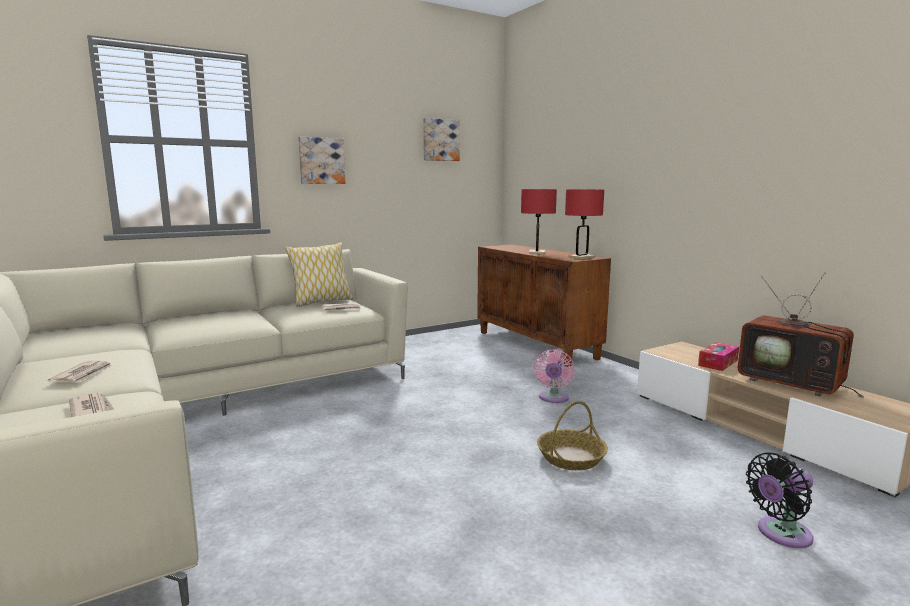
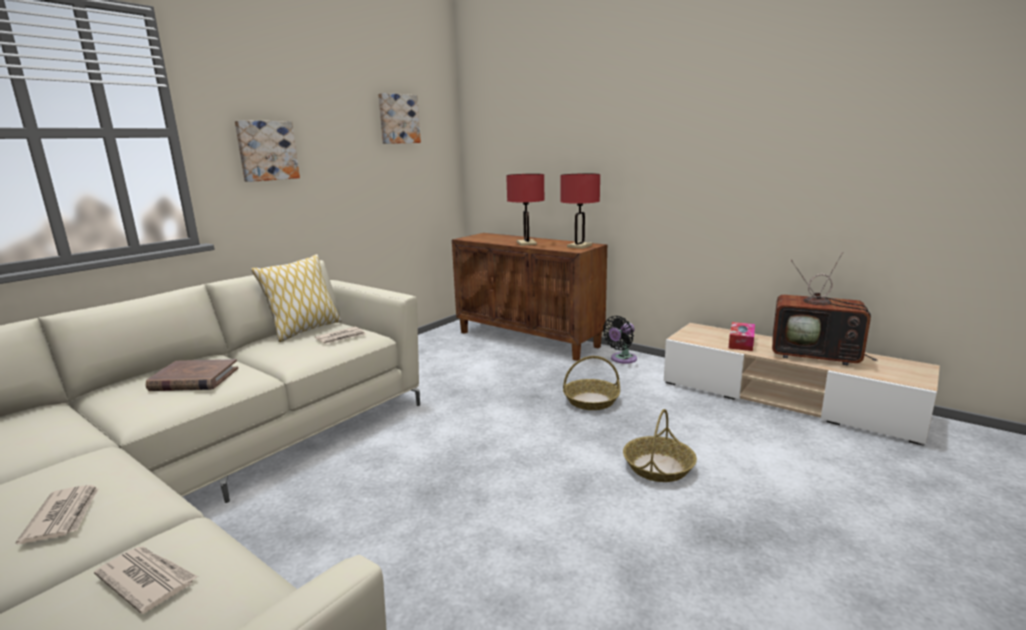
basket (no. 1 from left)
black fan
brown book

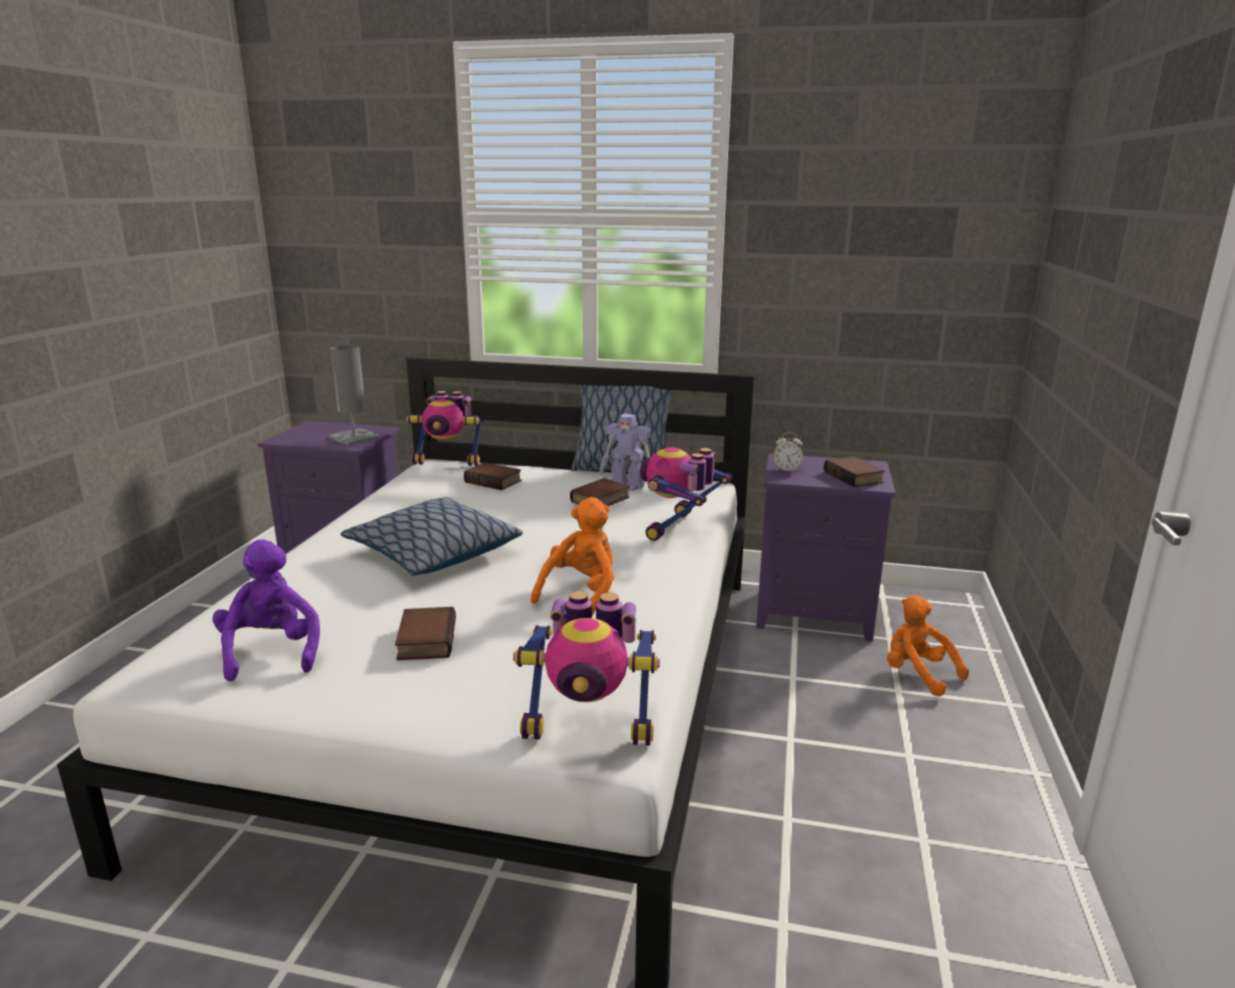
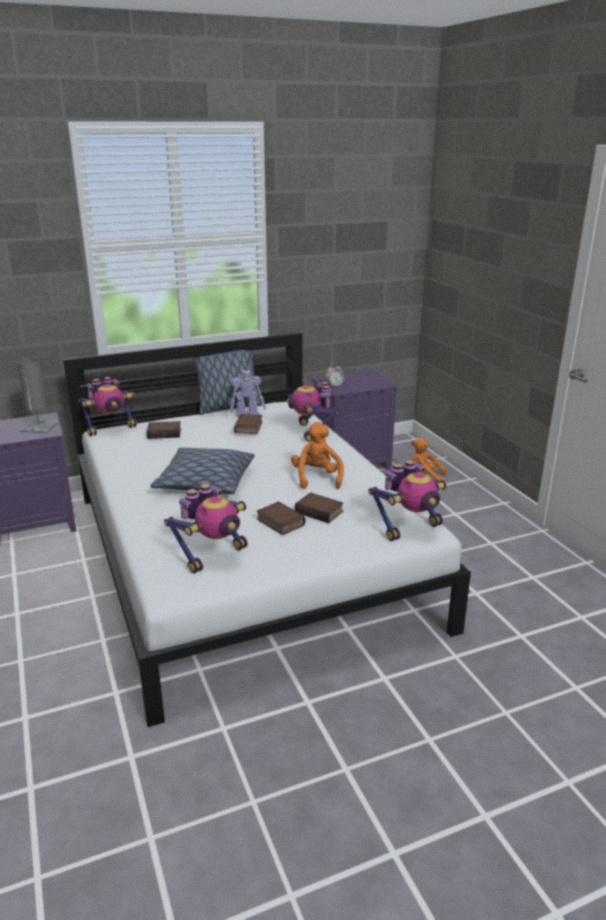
toy robot (no. 2 from left)
book (no. 4 from left)

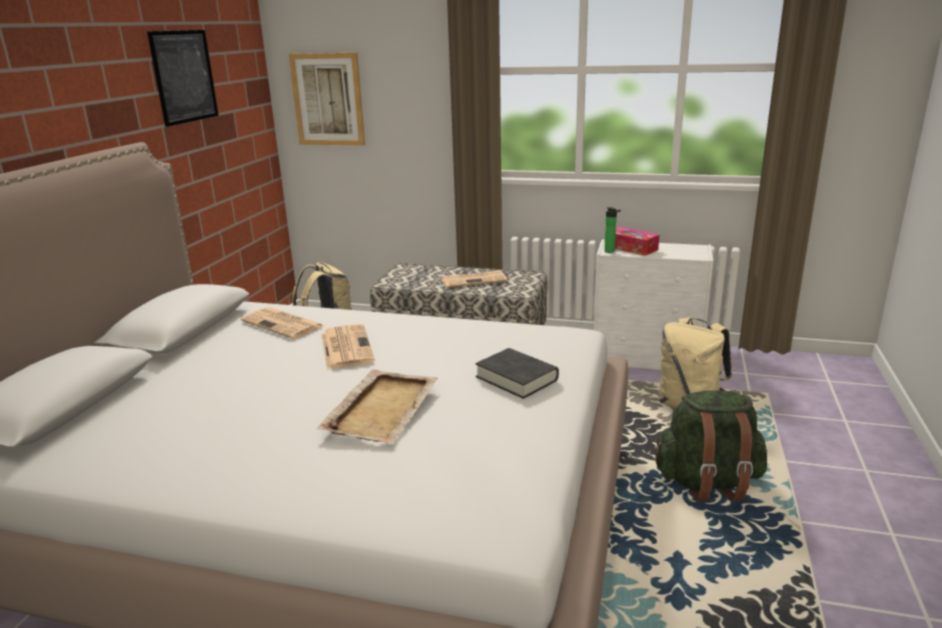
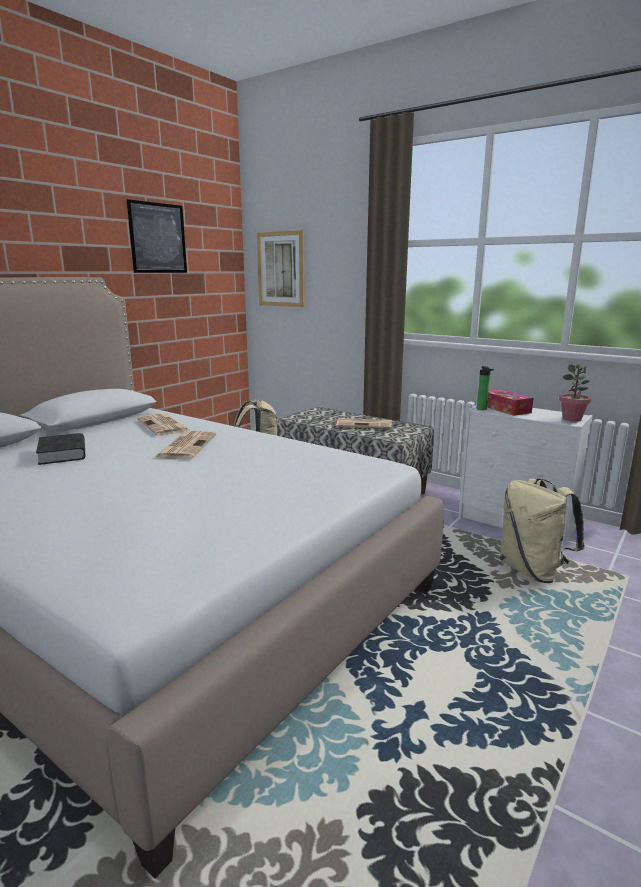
beige tray
black book
green backpack
potted plant

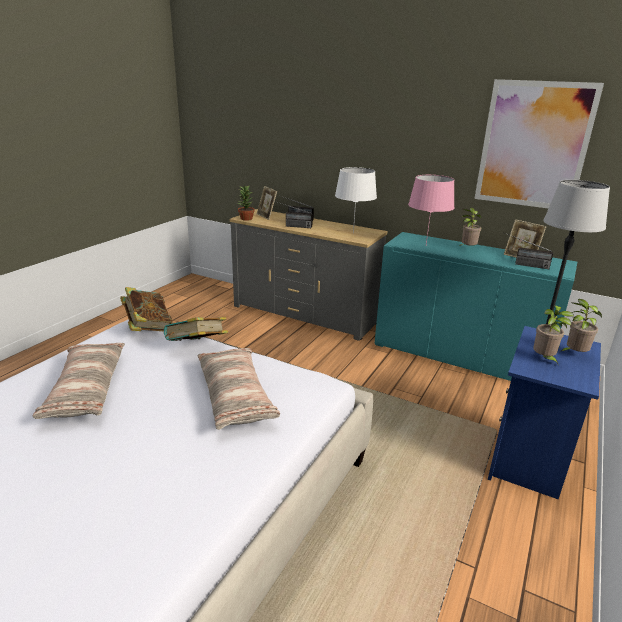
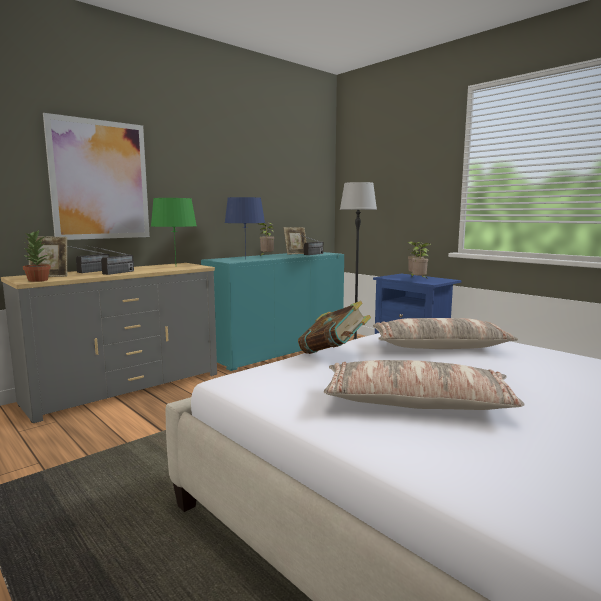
book (no. 1 from left in the first image)
green table lamp
blue table lamp
picture

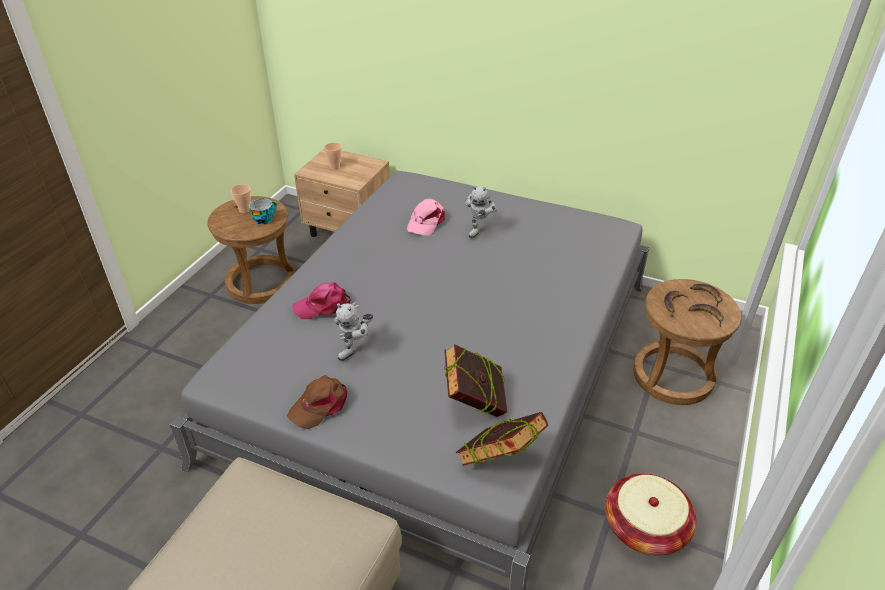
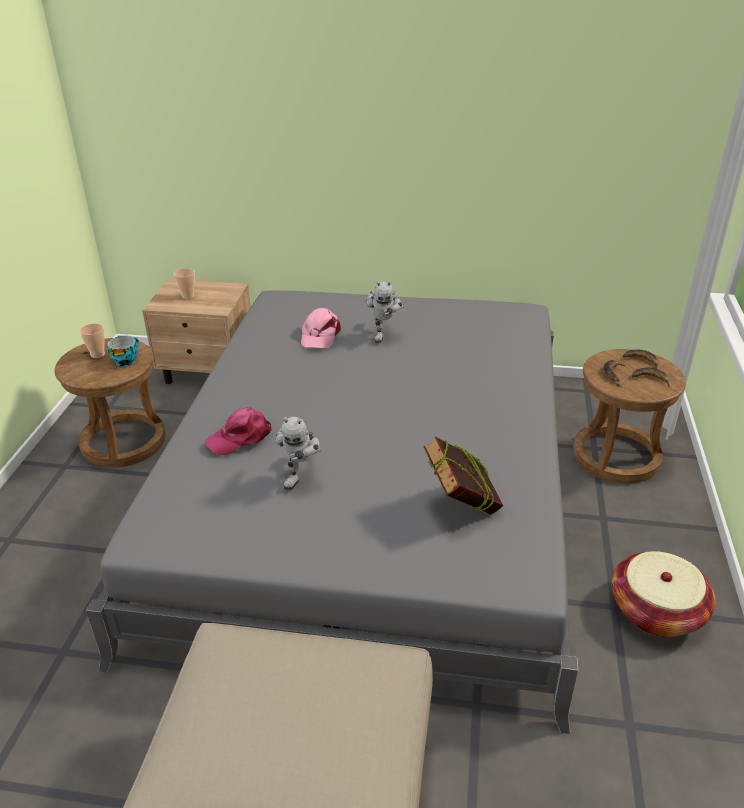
brown cap
book (no. 2 from left in the first image)

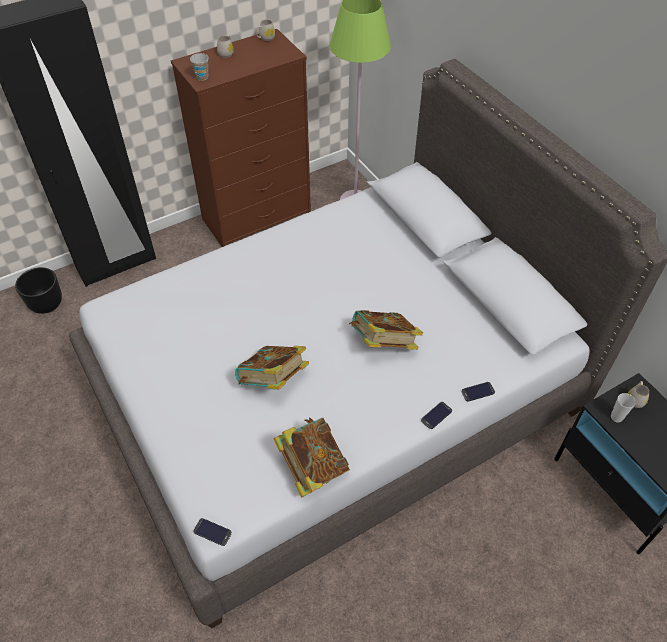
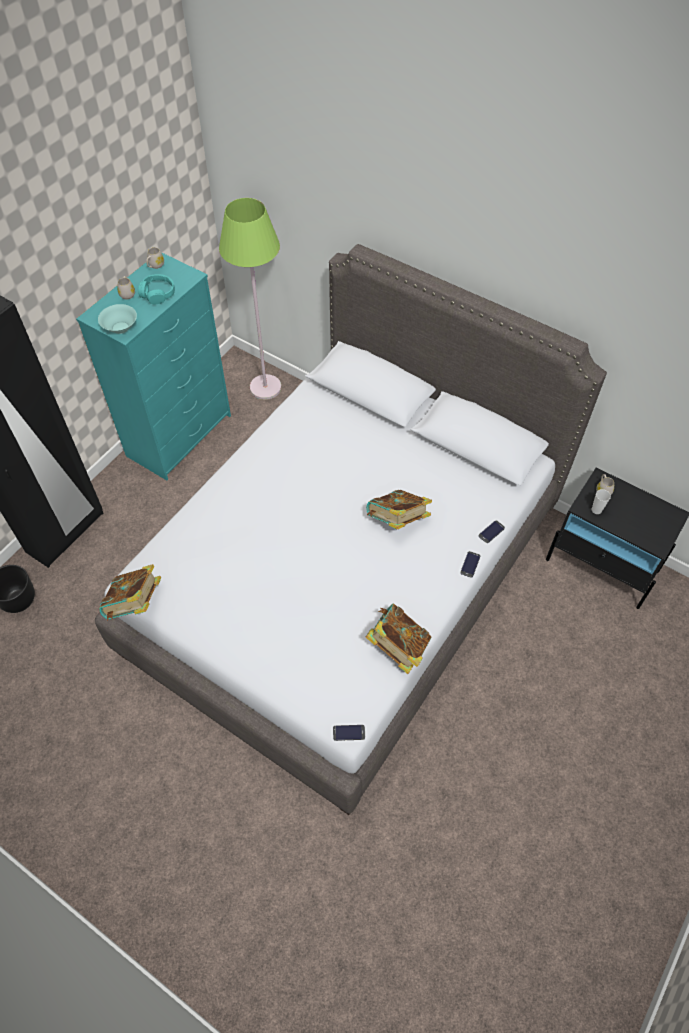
turquoise dresser
turquoise bowl
book (no. 1 from left)
turquoise headphones

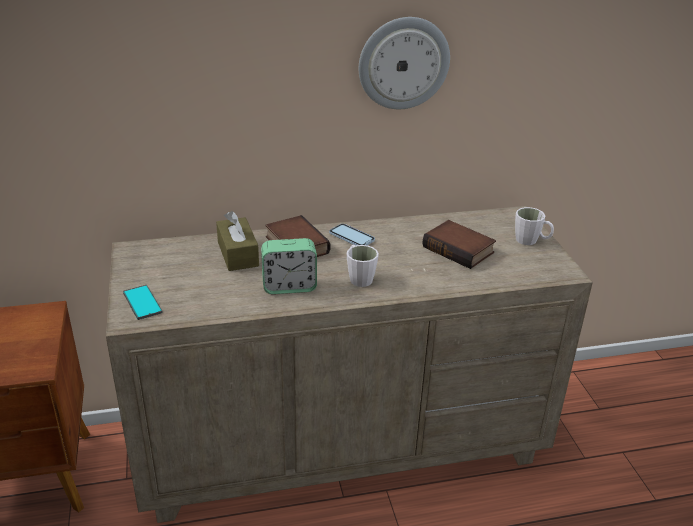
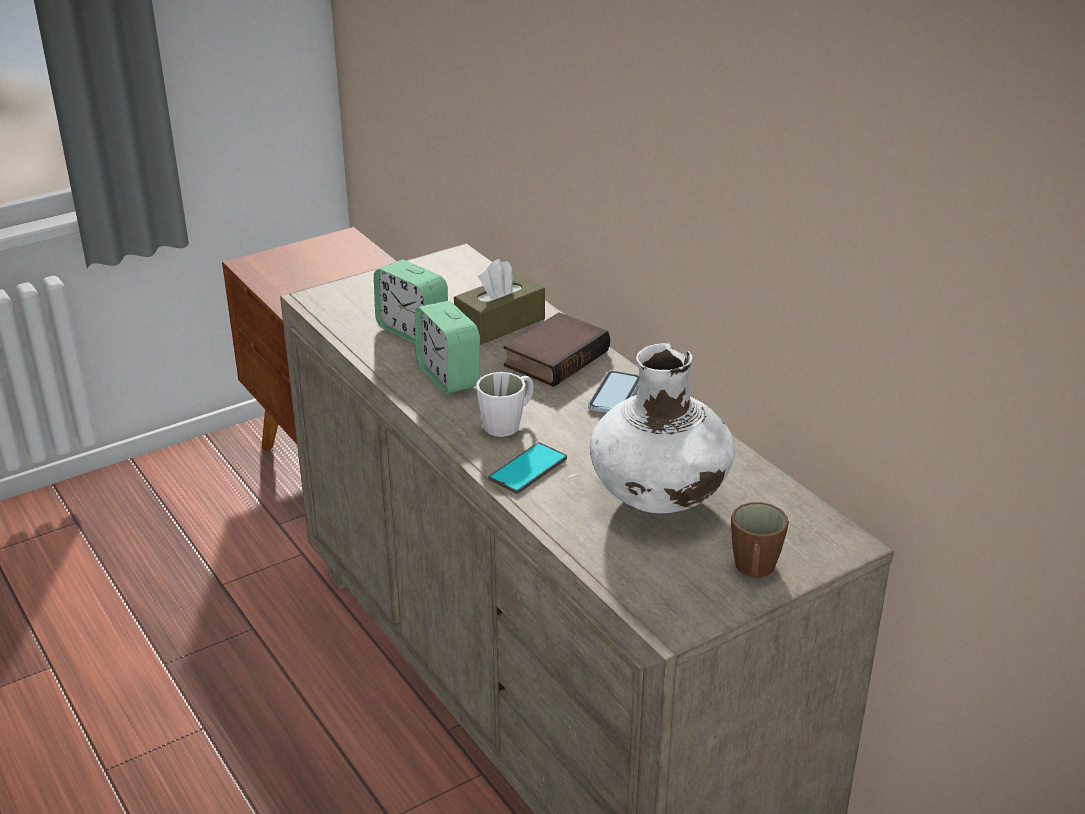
phone (no. 1 from left)
wall clock
white vase
brown mug
alarm clock (no. 1 from left)

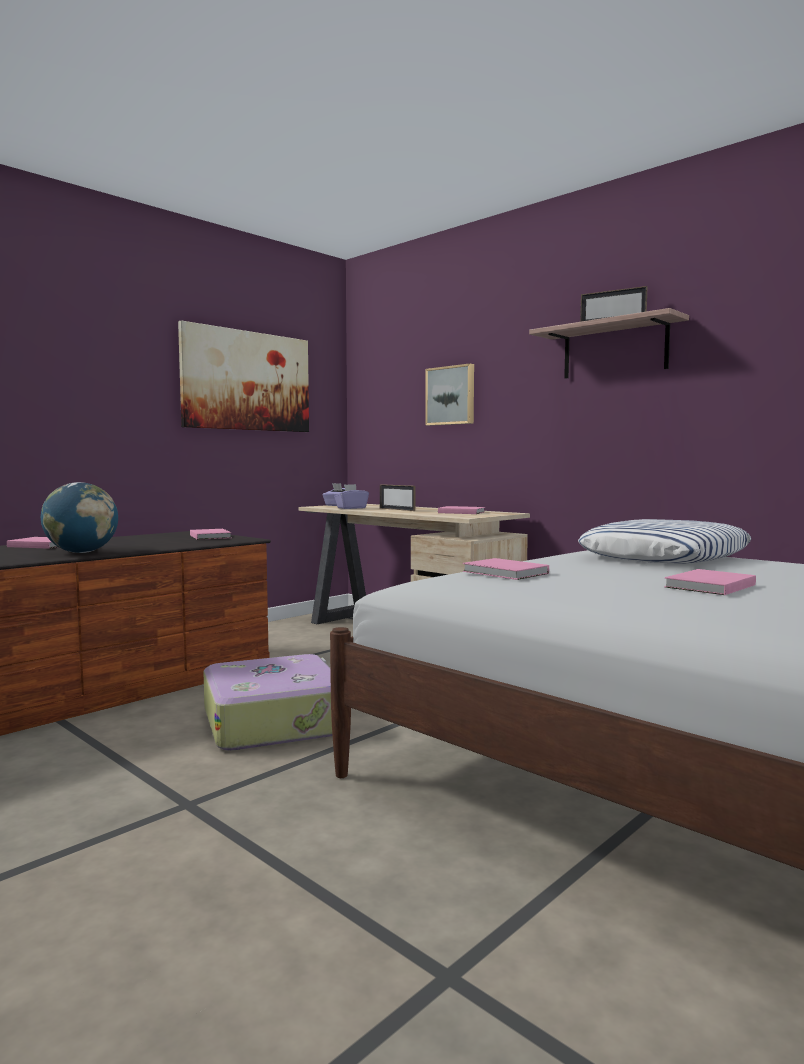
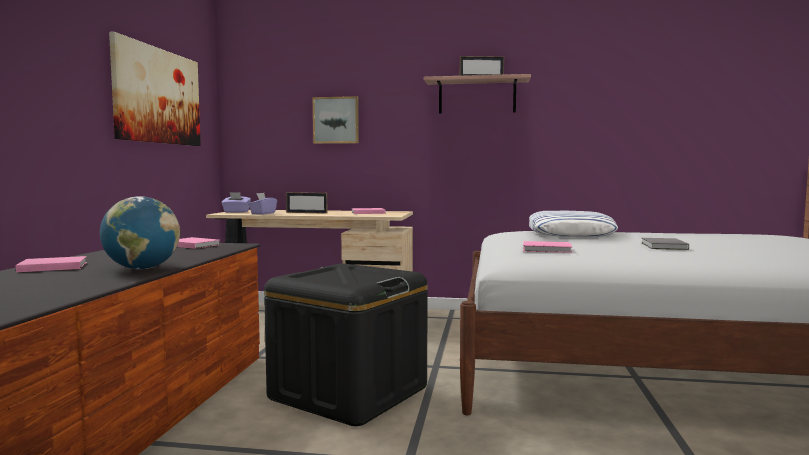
black storage box
grey book

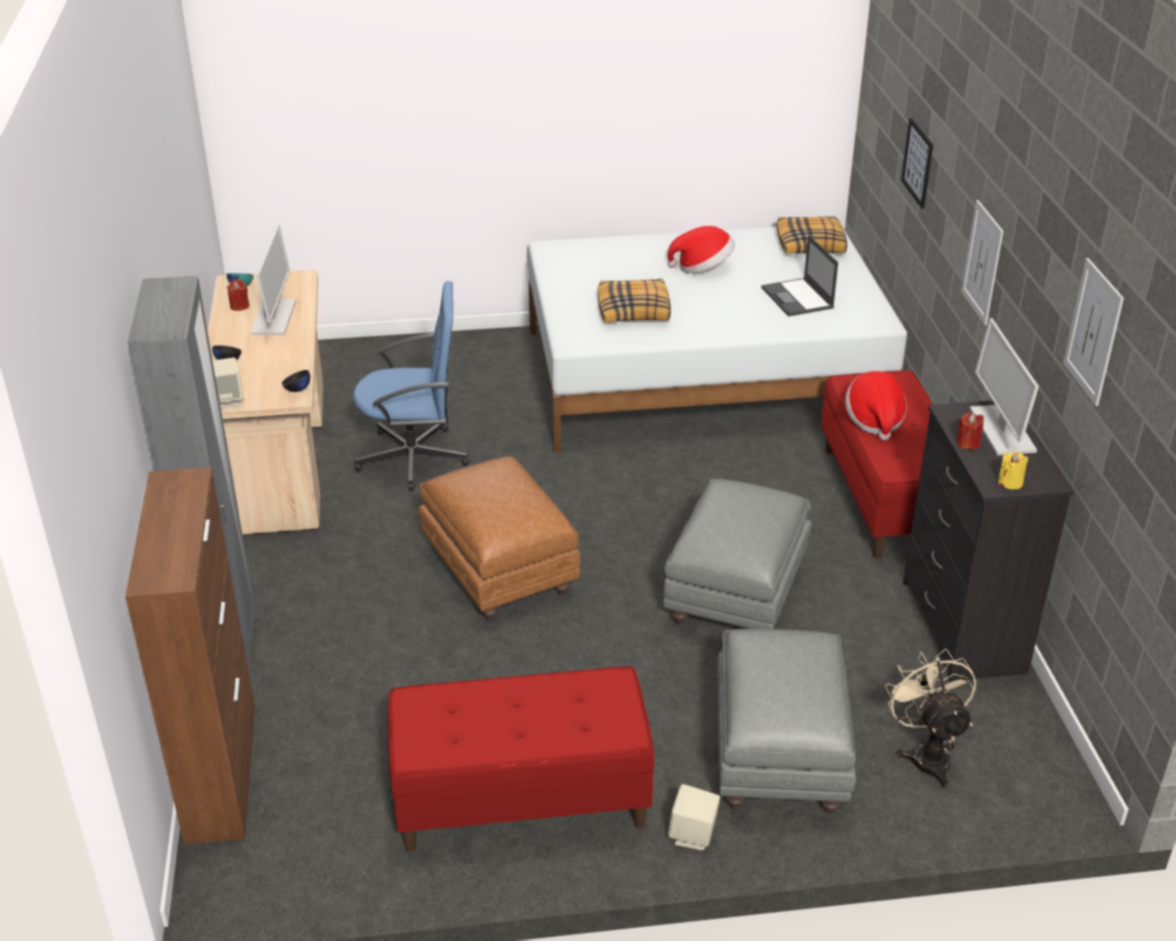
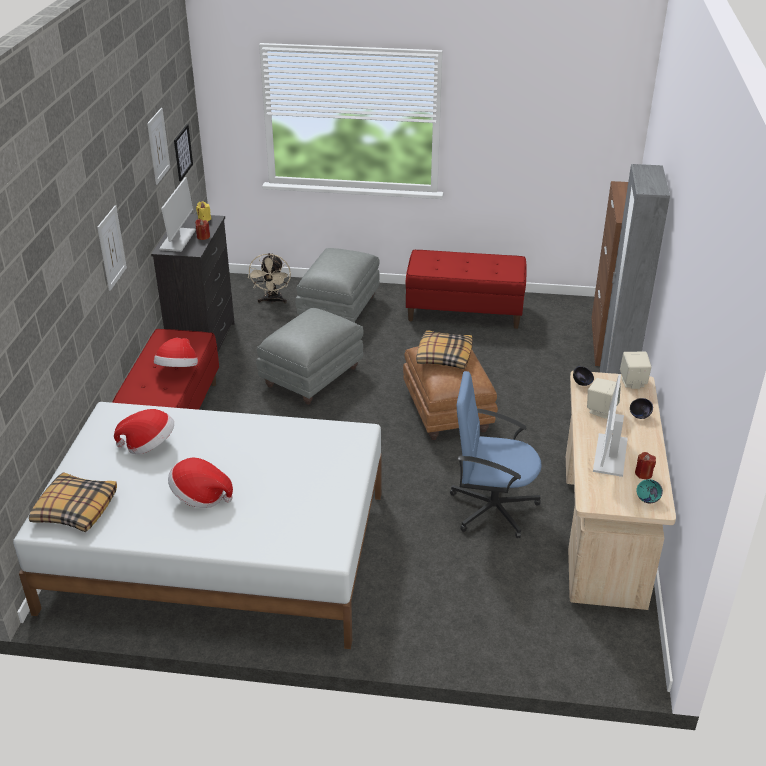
pillow (no. 2 from left)
beige speaker (no. 1 from left)
hat (no. 1 from left)
picture (no. 3 from left)

